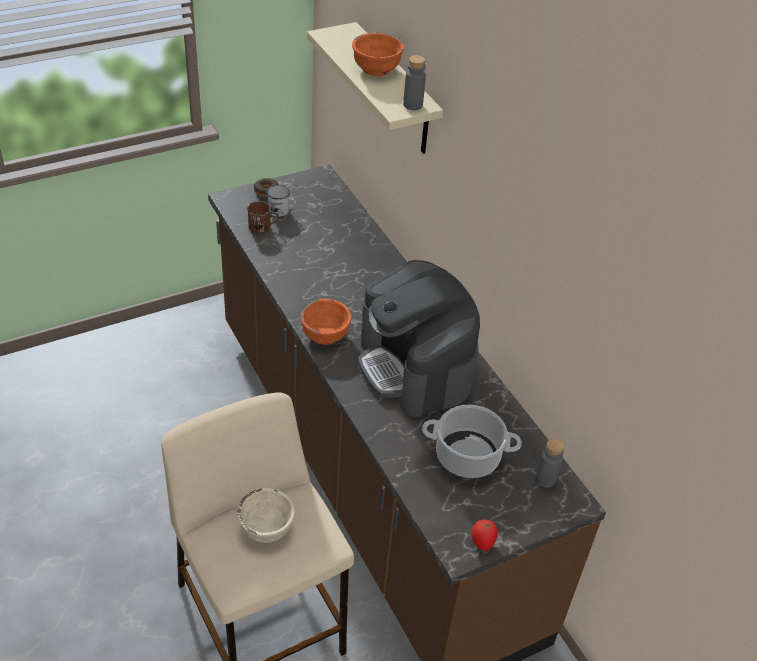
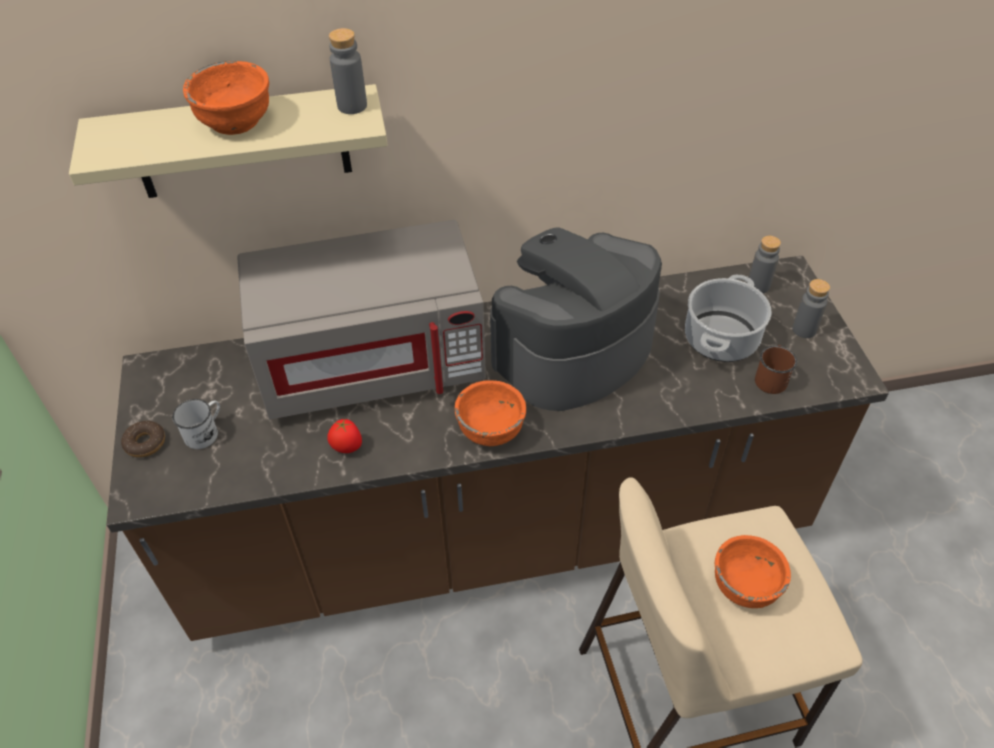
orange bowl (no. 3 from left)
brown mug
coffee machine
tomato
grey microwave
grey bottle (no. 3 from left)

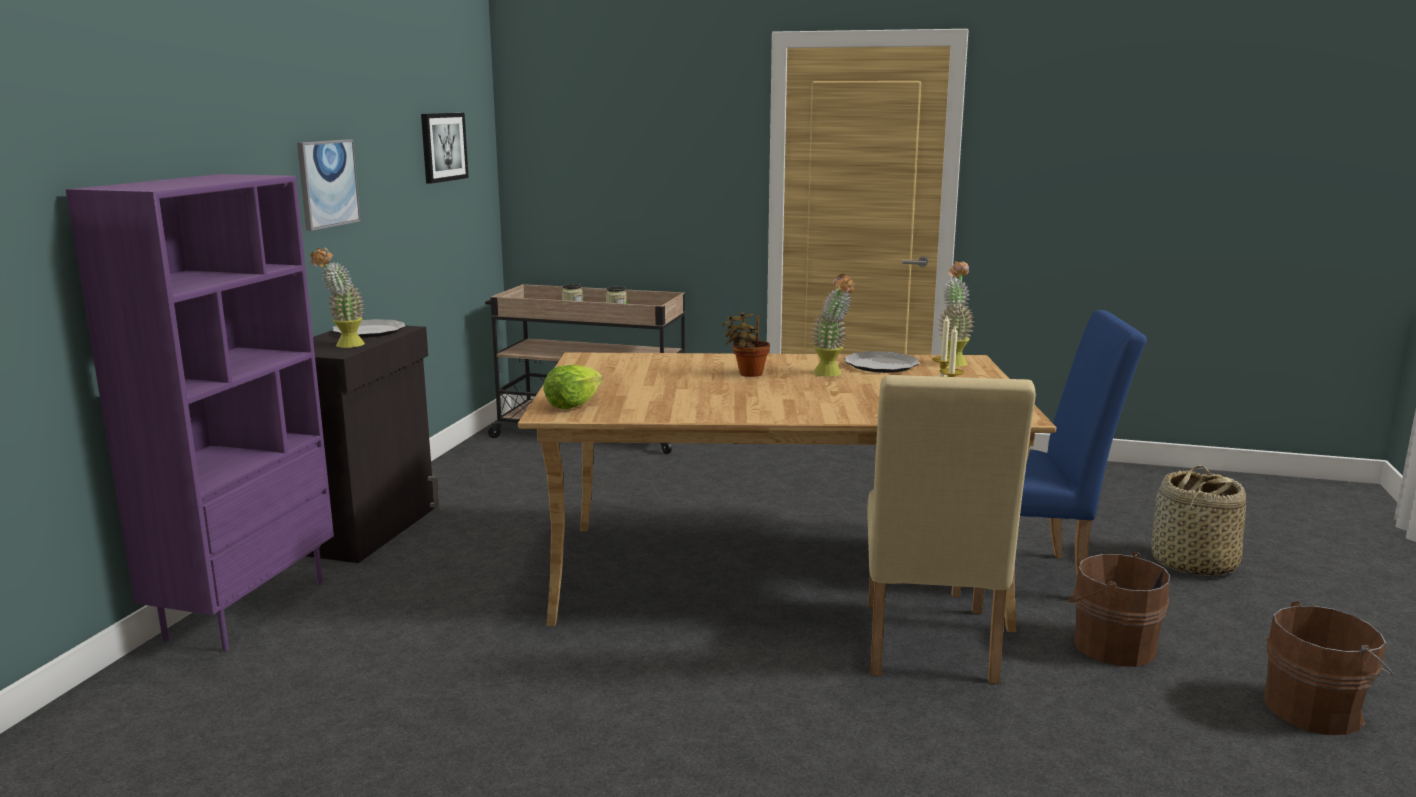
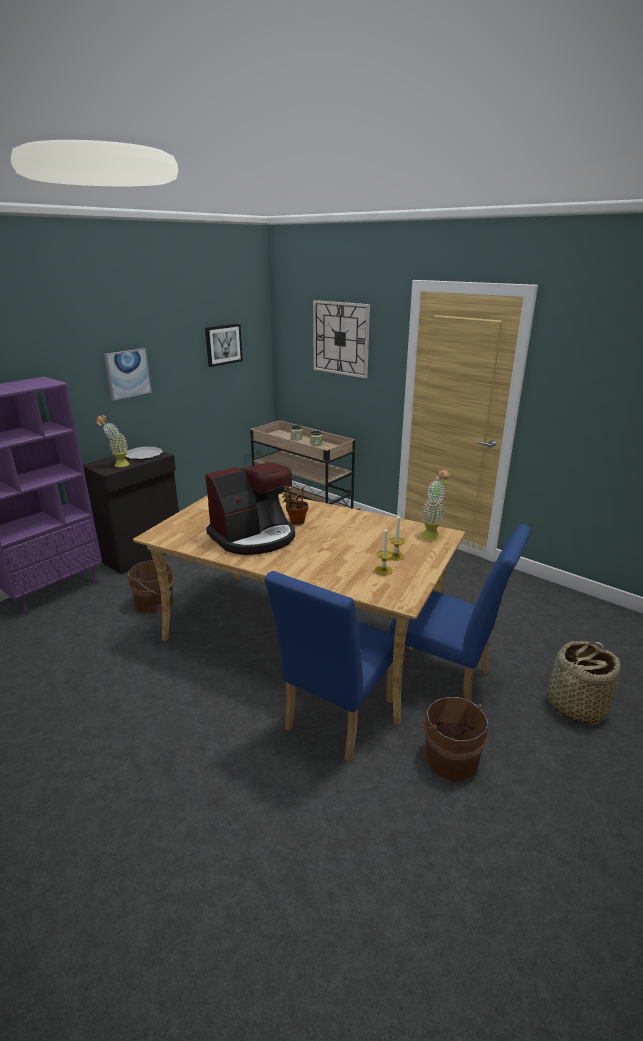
lettuce
potted plant (no. 3 from left in the first image)
plate (no. 2 from left in the first image)
blue chair (no. 1 from left)
brown bucket (no. 1 from left)
coffee machine
wall clock

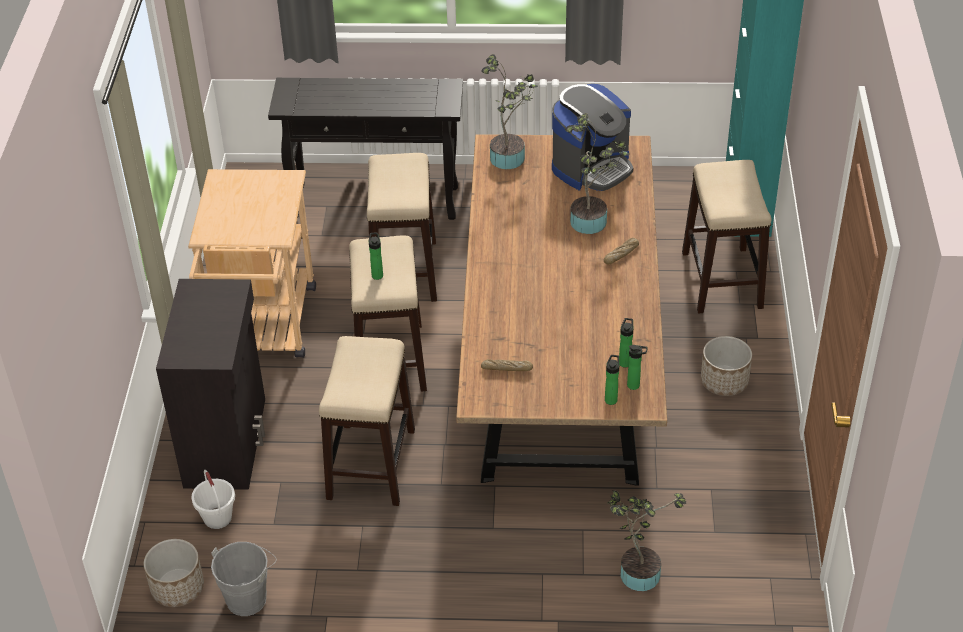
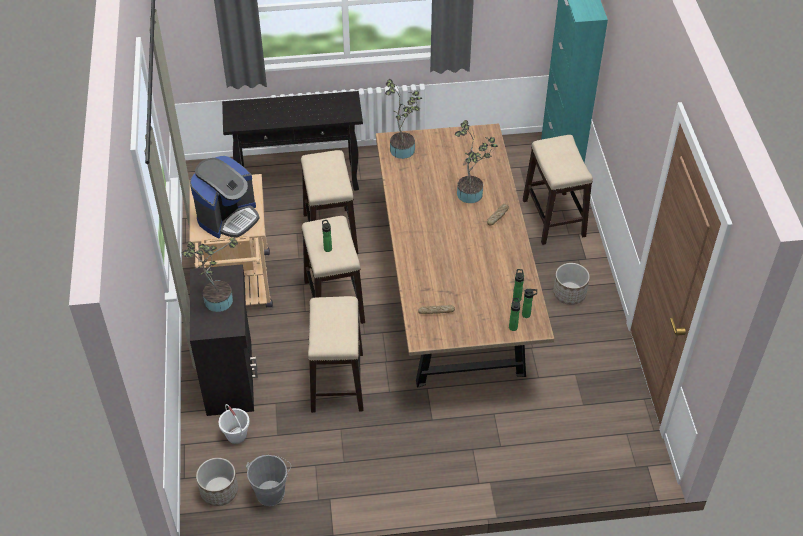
coffee machine
potted plant (no. 1 from left)

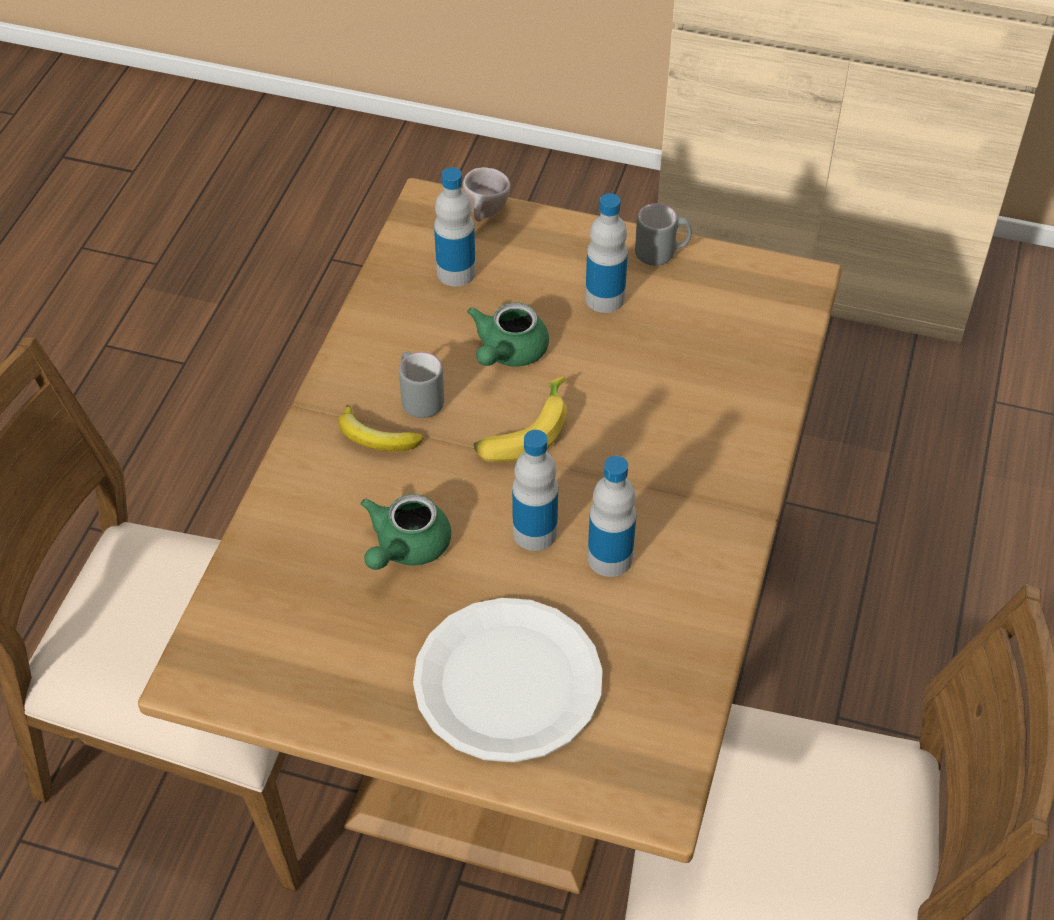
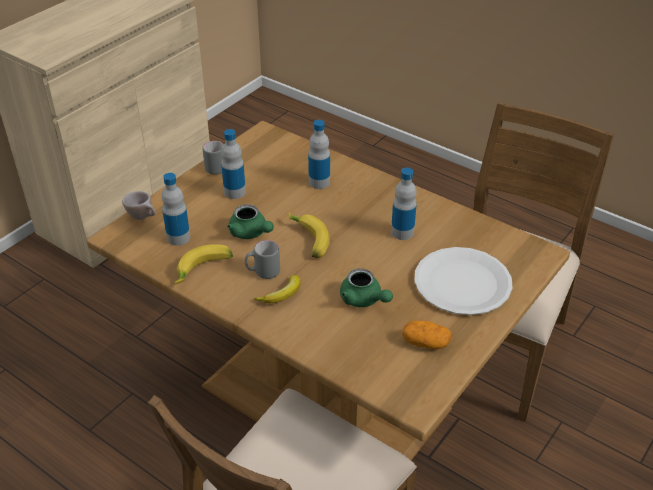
bottle (no. 3 from left)
banana (no. 1 from left)
potato

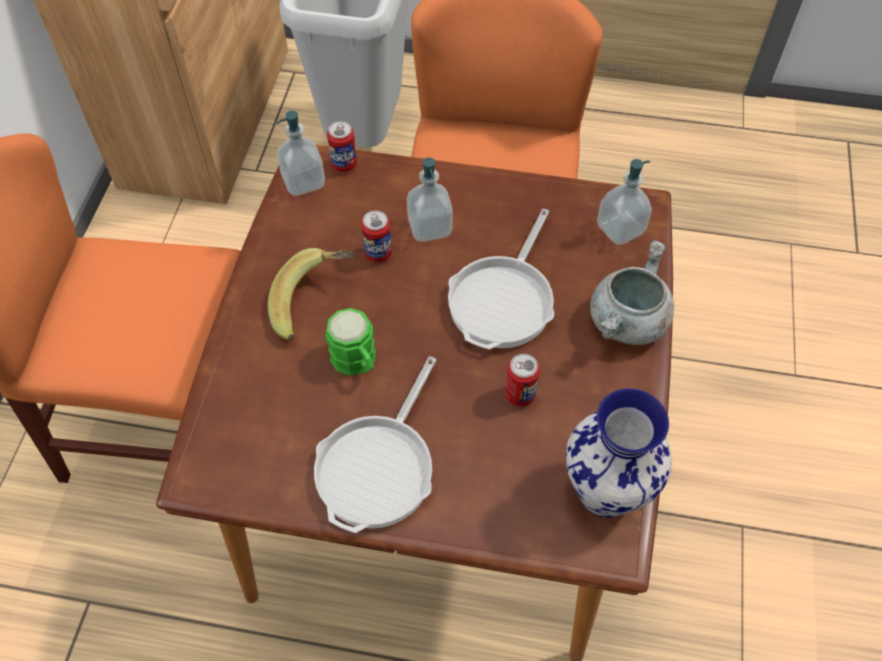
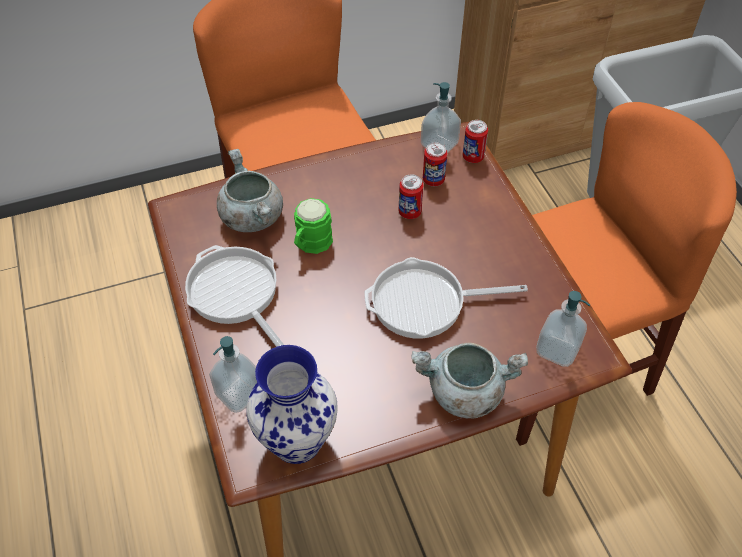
banana
frying pan (no. 1 from left)
soap dispenser (no. 1 from left)
can (no. 2 from left)
grey cooking pot (no. 1 from left)

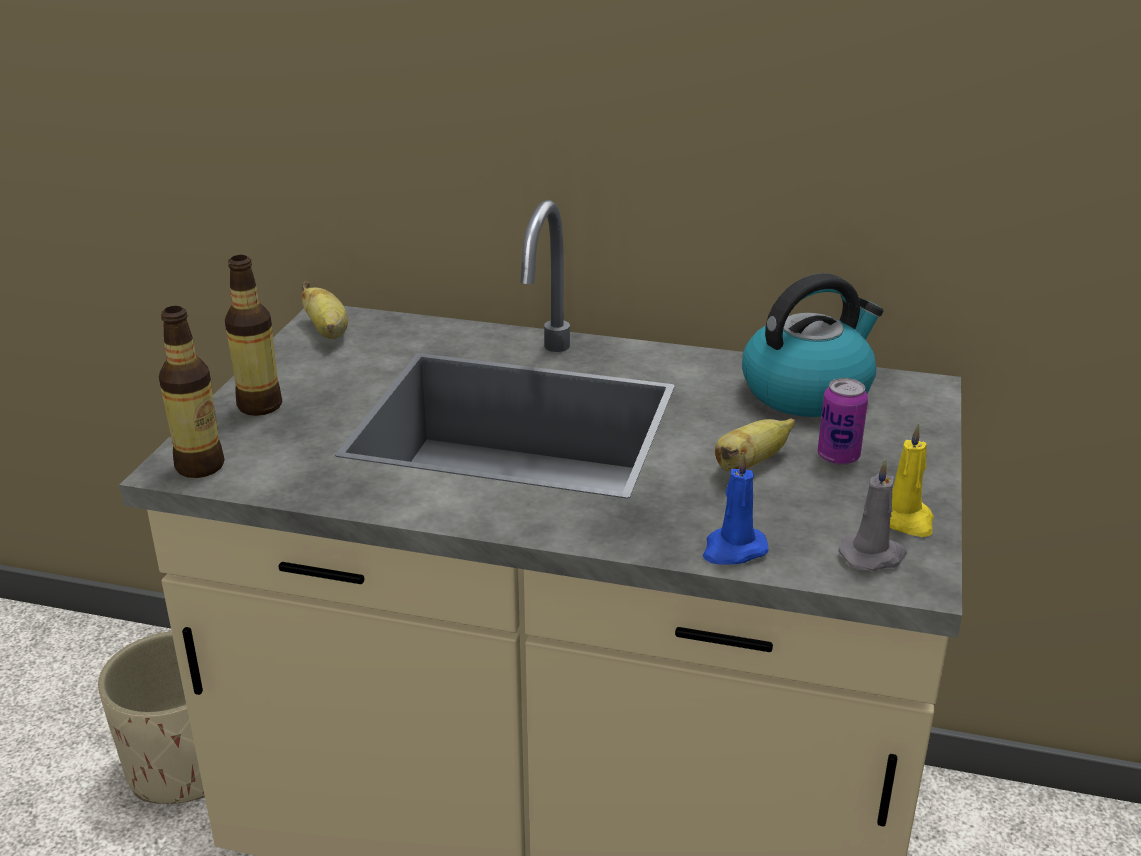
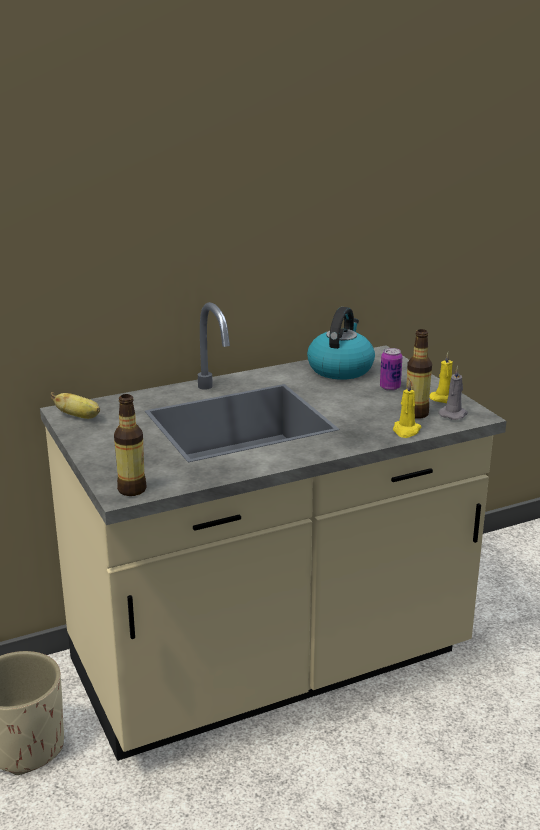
bottle (no. 2 from left)
yellow candle (no. 1 from left)
banana (no. 2 from left in the first image)

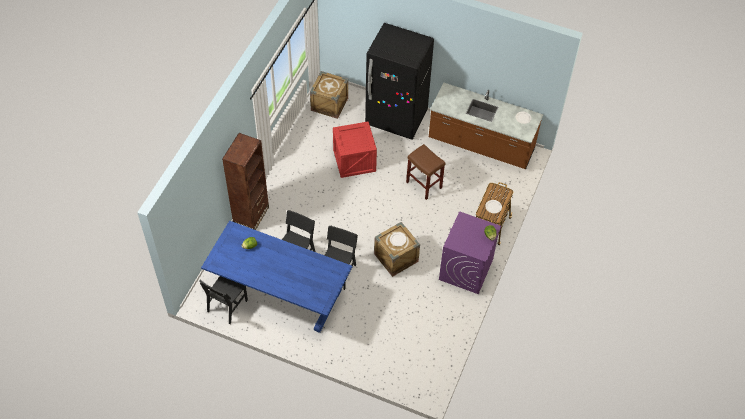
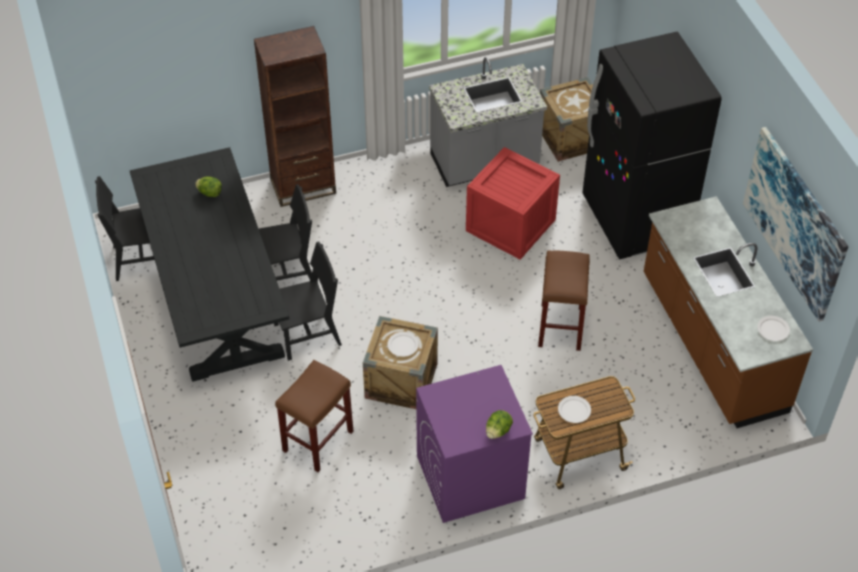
black dining table
brown stool (no. 1 from left)
grey counter
picture

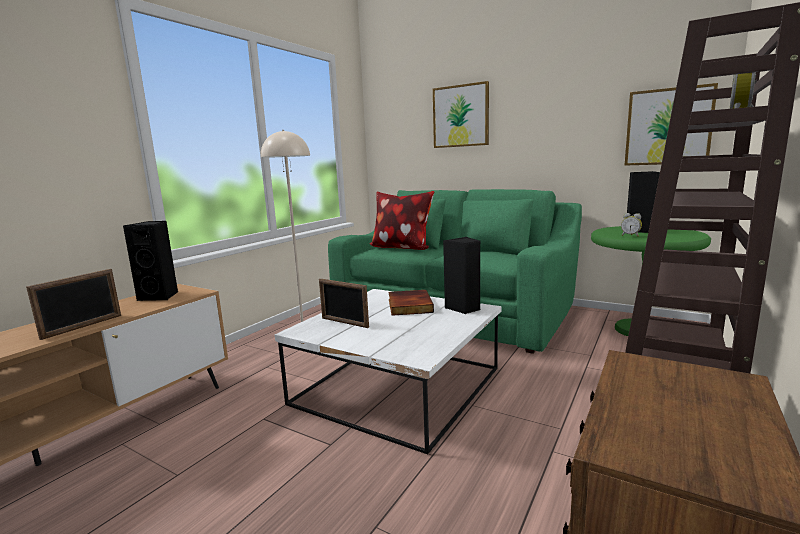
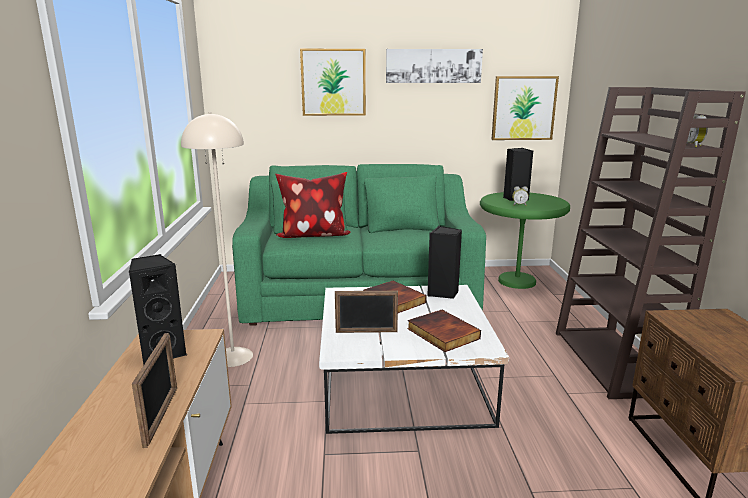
picture (no. 2 from left)
book (no. 2 from left)

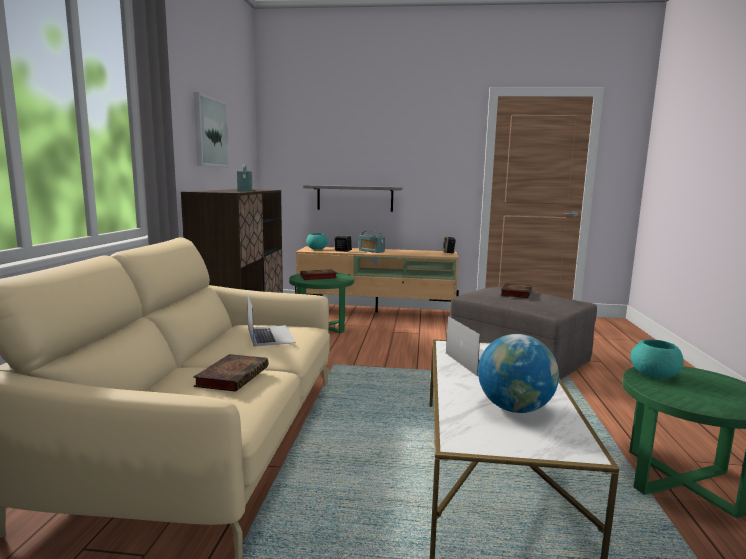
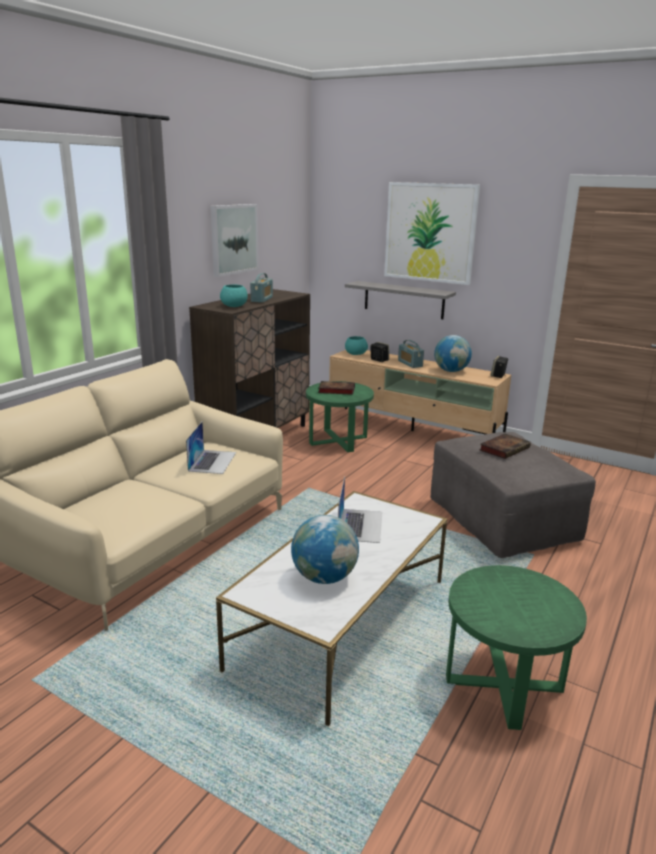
book (no. 1 from left in the first image)
turquoise bowl (no. 1 from left)
picture (no. 2 from left)
globe (no. 2 from left)

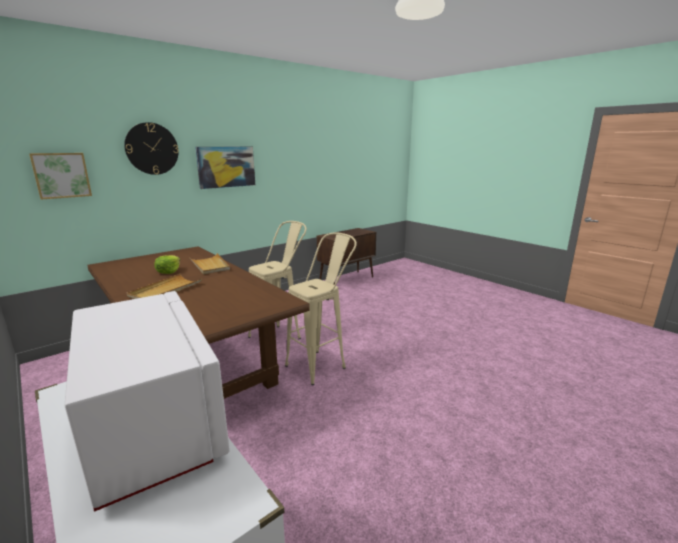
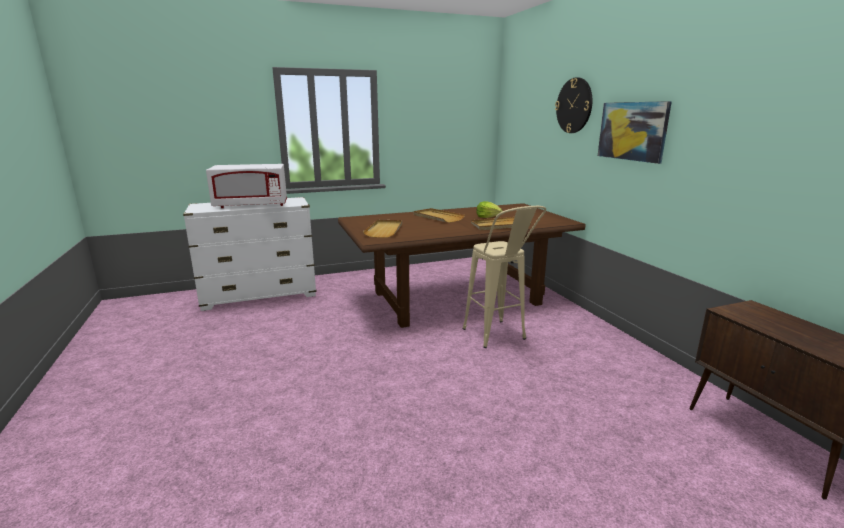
picture (no. 1 from left in the first image)
beige stool (no. 2 from left in the first image)
beige tray (no. 1 from left)

